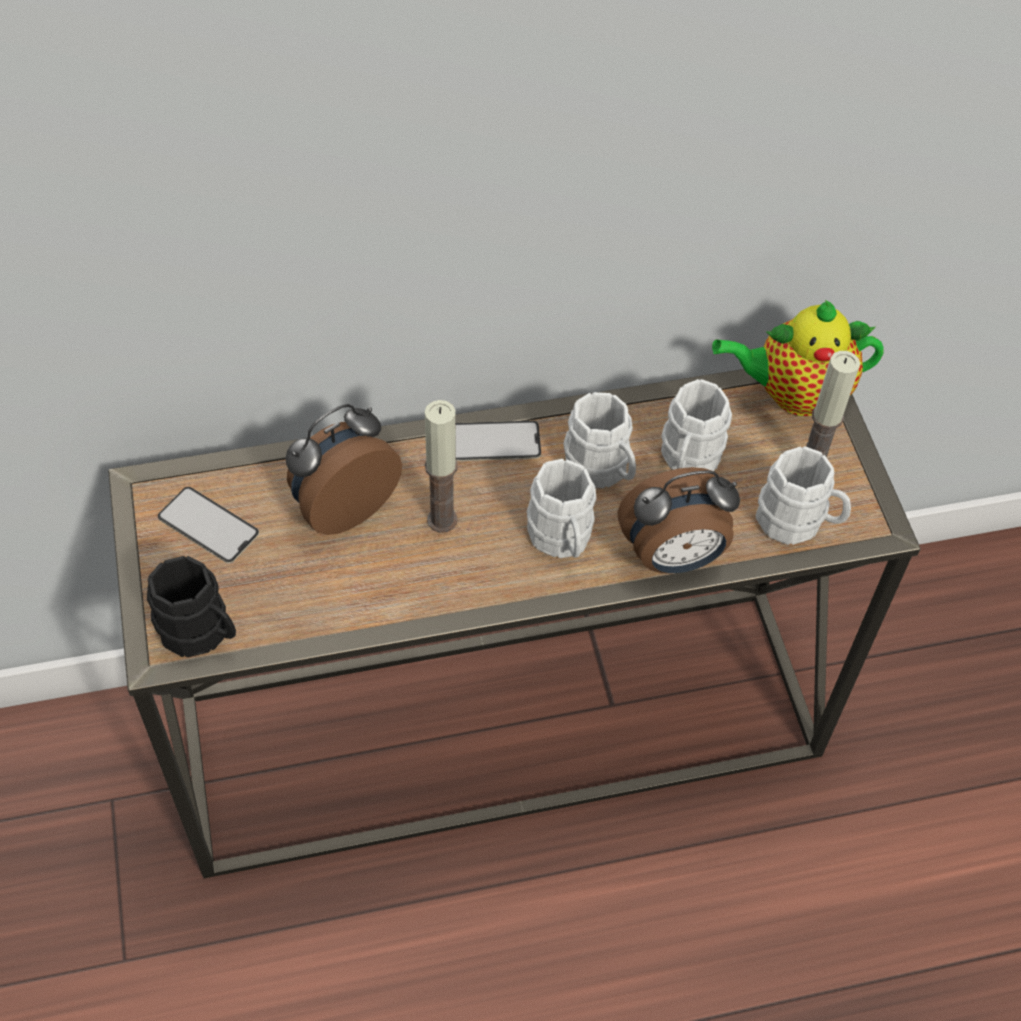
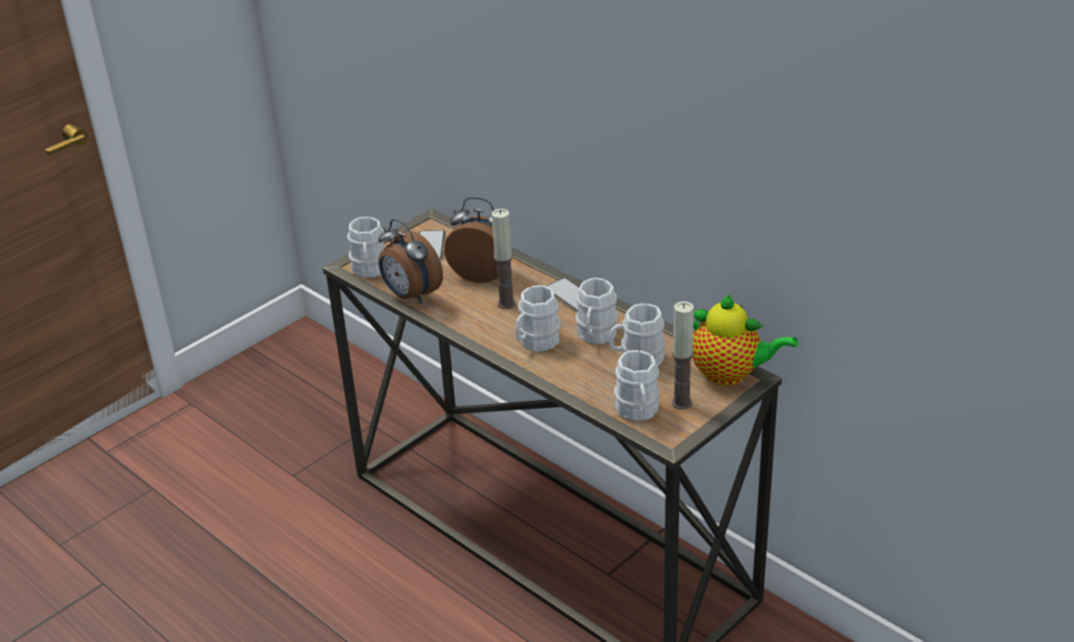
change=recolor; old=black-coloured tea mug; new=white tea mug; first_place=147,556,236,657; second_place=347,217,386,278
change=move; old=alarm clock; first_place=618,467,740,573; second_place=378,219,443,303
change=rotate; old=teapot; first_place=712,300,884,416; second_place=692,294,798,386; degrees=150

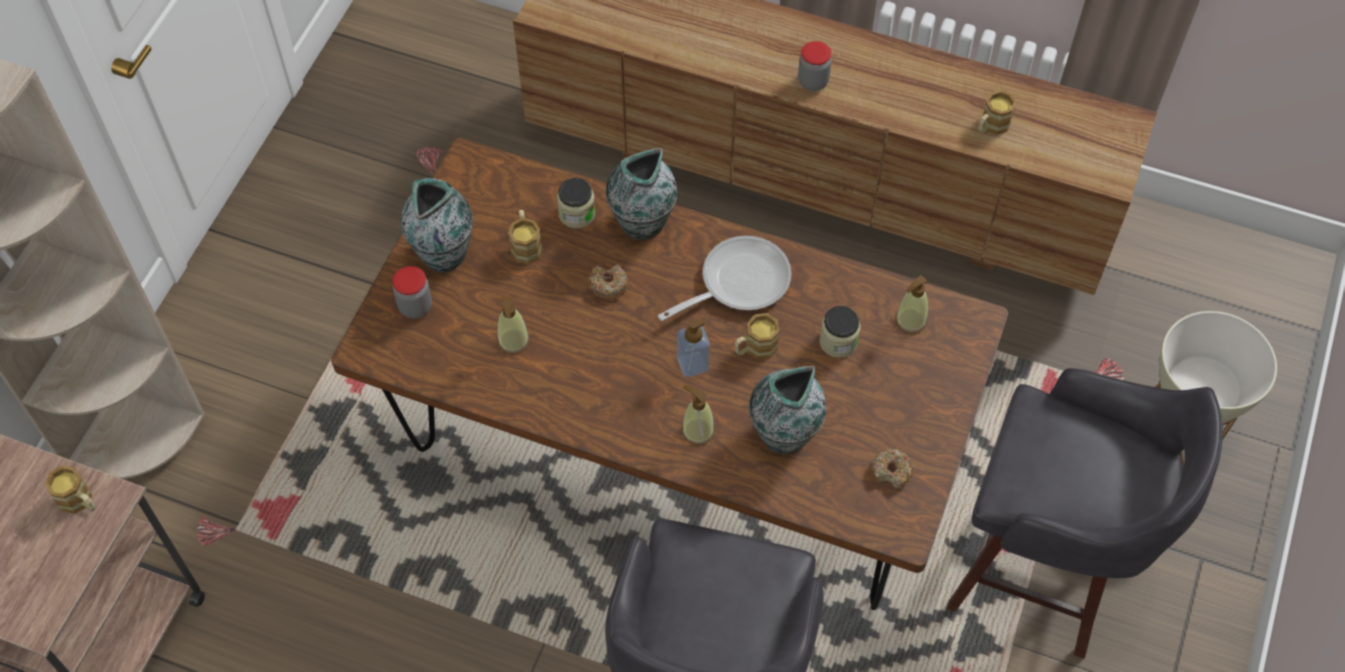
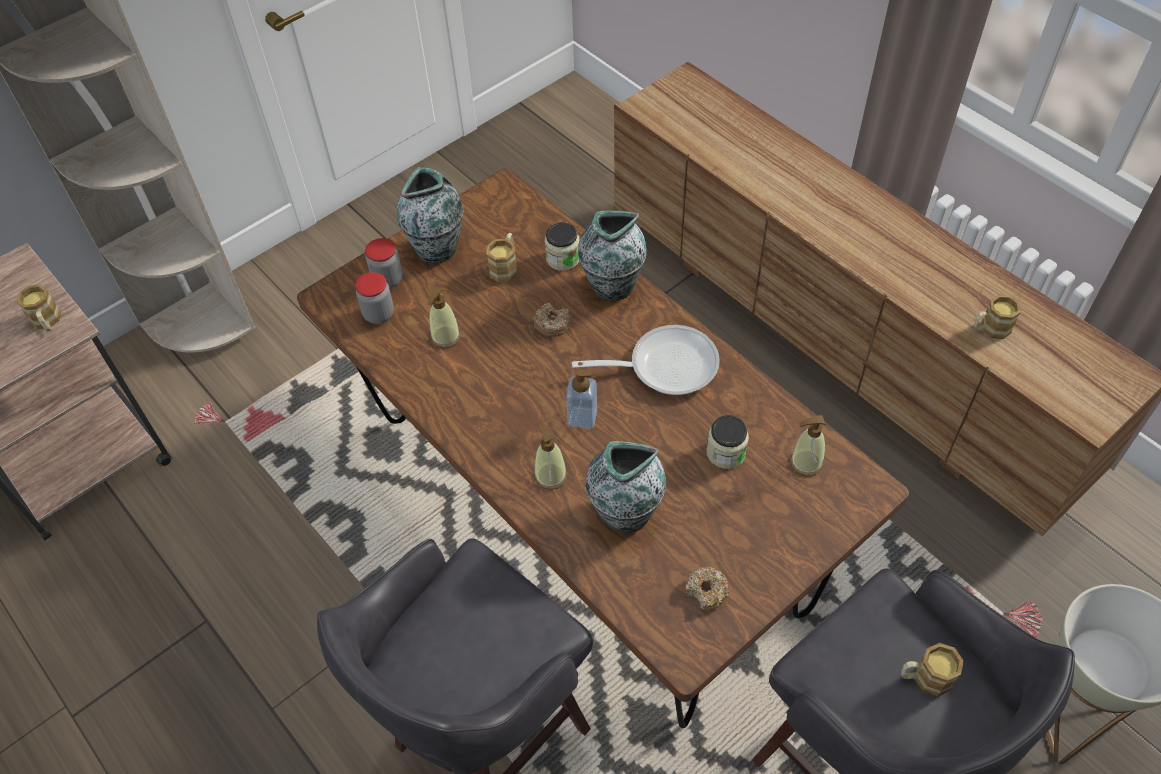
change=move; old=preserve jar; first_place=798,41,832,91; second_place=355,272,394,324
change=move; old=tea mug; first_place=735,313,780,360; second_place=901,643,964,697

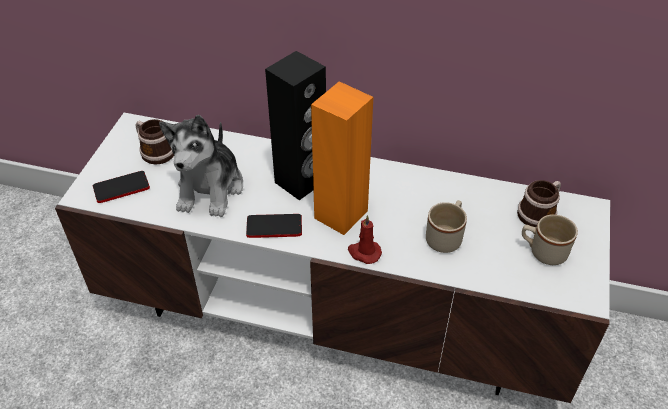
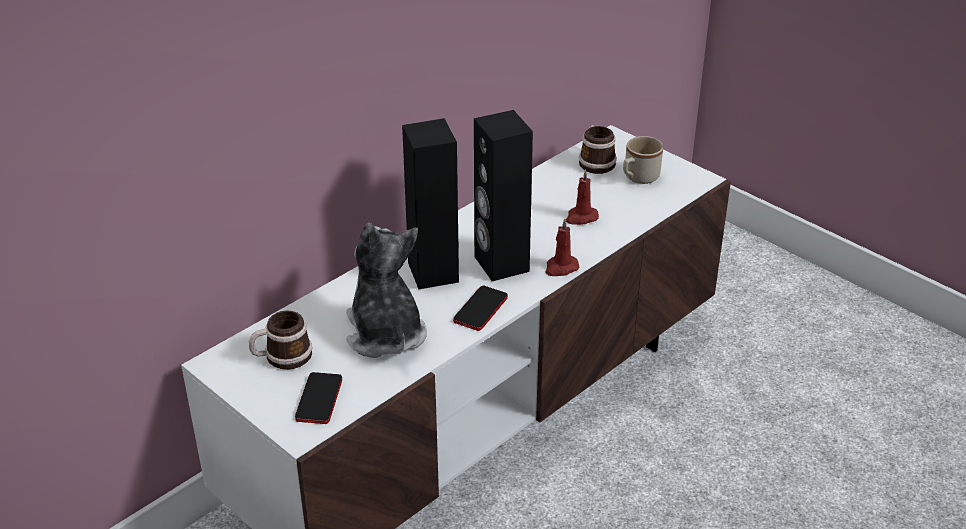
change=rotate; old=cuddly toy; first_place=159,115,243,217; second_place=346,223,427,358; degrees=-150
change=recolor; old=orange-coloured speaker; new=black-coloured speaker; first_place=311,81,373,235; second_place=474,110,533,281
change=replace; old=sand-coloured tea mug; new=red-coloured wax light; first_place=426,200,467,253; second_place=566,169,599,225

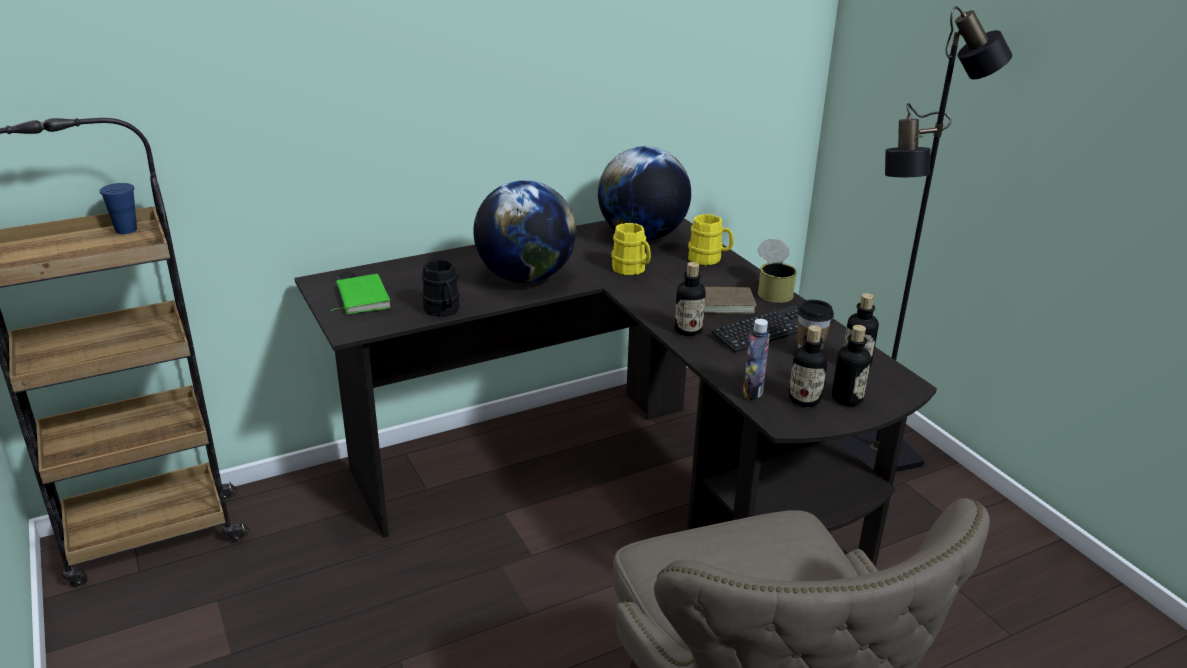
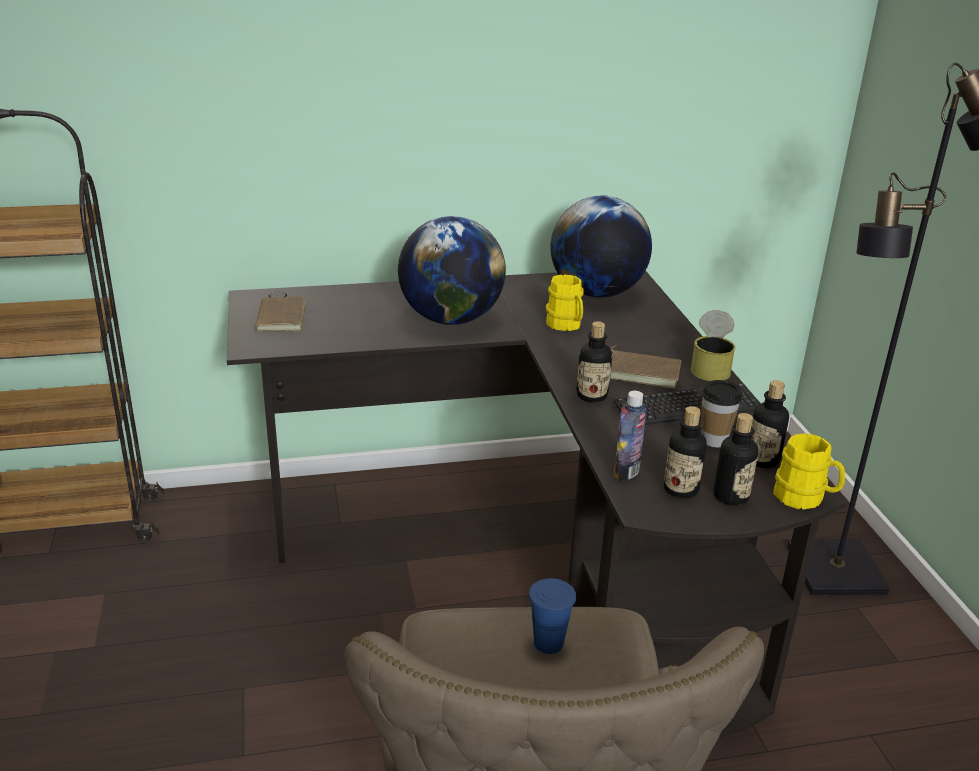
change=recolor; old=green-coloured bound book; new=brown-coloured bound book; first_place=331,274,391,314; second_place=241,296,306,332
change=move; old=blue drinking cup; first_place=100,183,137,234; second_place=529,578,576,654
change=move; old=yellowish tea mug; first_place=688,214,734,266; second_place=773,433,845,509
change=delete; old=black-coloured tea mug; first_place=422,259,460,317

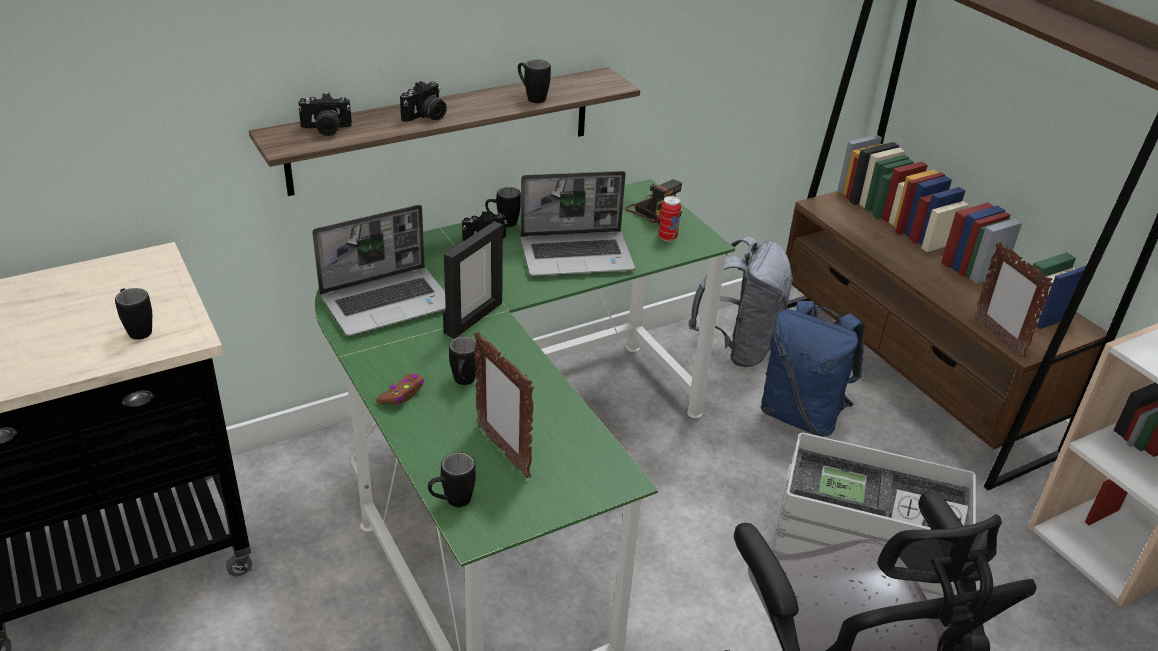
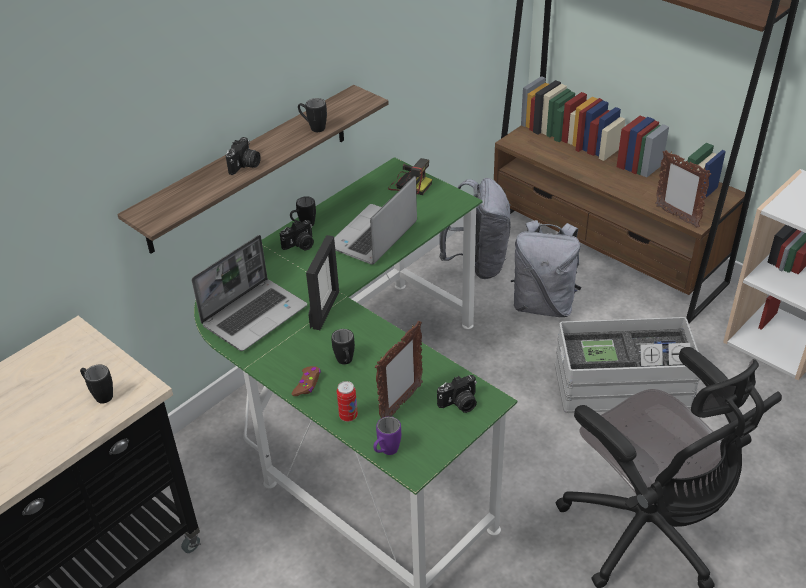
change=rotate; old=portable computer; first_place=520,171,635,276; second_place=334,176,417,265; degrees=150
change=move; old=sealed can; first_place=659,196,681,242; second_place=337,381,358,422
change=recolor; old=black-coloured tea mug; new=purple tea mug; first_place=428,452,476,507; second_place=373,416,401,455
change=rotate; old=standing frame; first_place=474,332,534,478; second_place=375,320,423,418; degrees=-90
change=move; old=photo camera; first_place=298,93,352,136; second_place=437,375,477,413
change=recolor; old=blue rucksack; new=grey rucksack; first_place=761,301,865,437; second_place=511,220,582,317

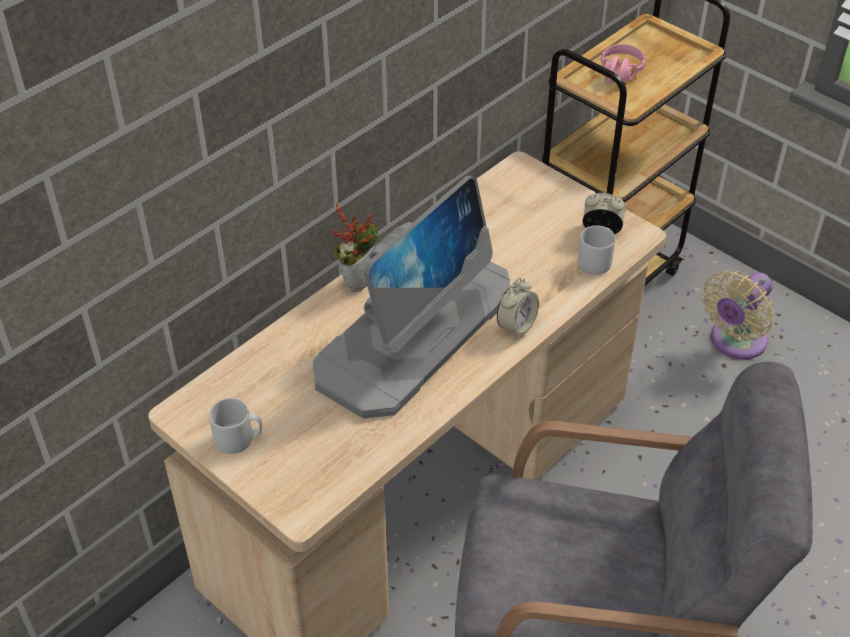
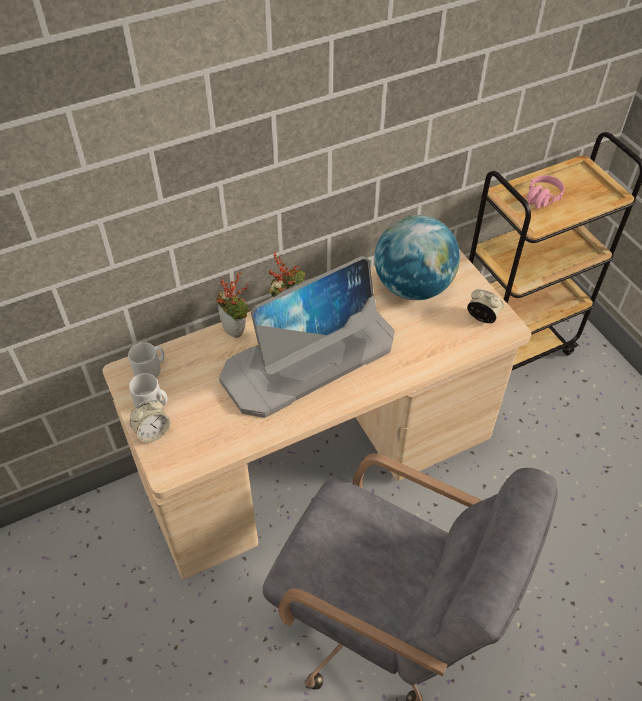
change=move; old=grey tea mug; first_place=578,225,615,275; second_place=128,342,164,377
change=move; old=alarm clock; first_place=497,278,539,339; second_place=130,399,171,443
change=insert; new=plant in a pot; second_place=215,272,250,338
change=insert; new=desk globe; second_place=374,215,460,300
change=delete; old=sand-coloured electric fan; first_place=702,270,774,359

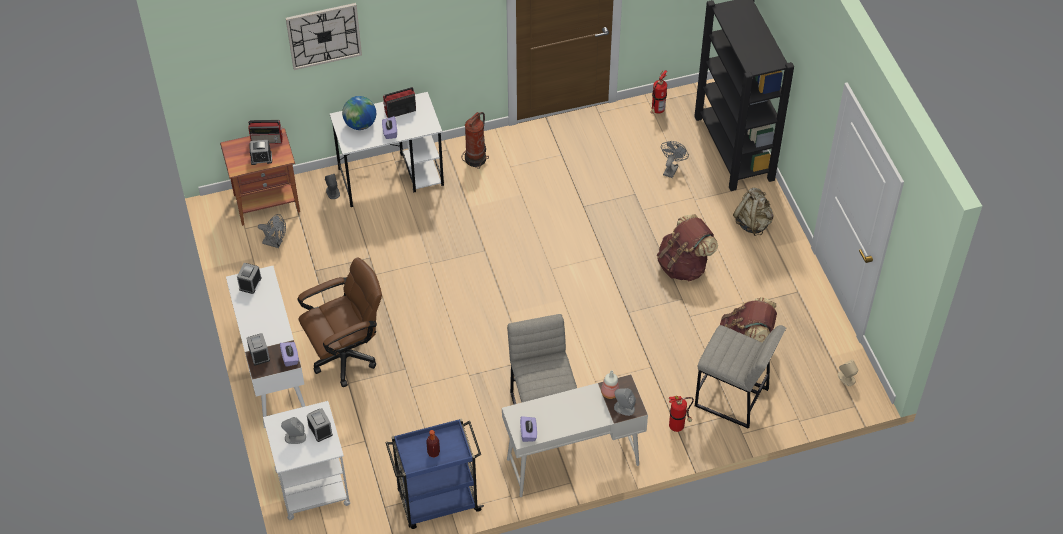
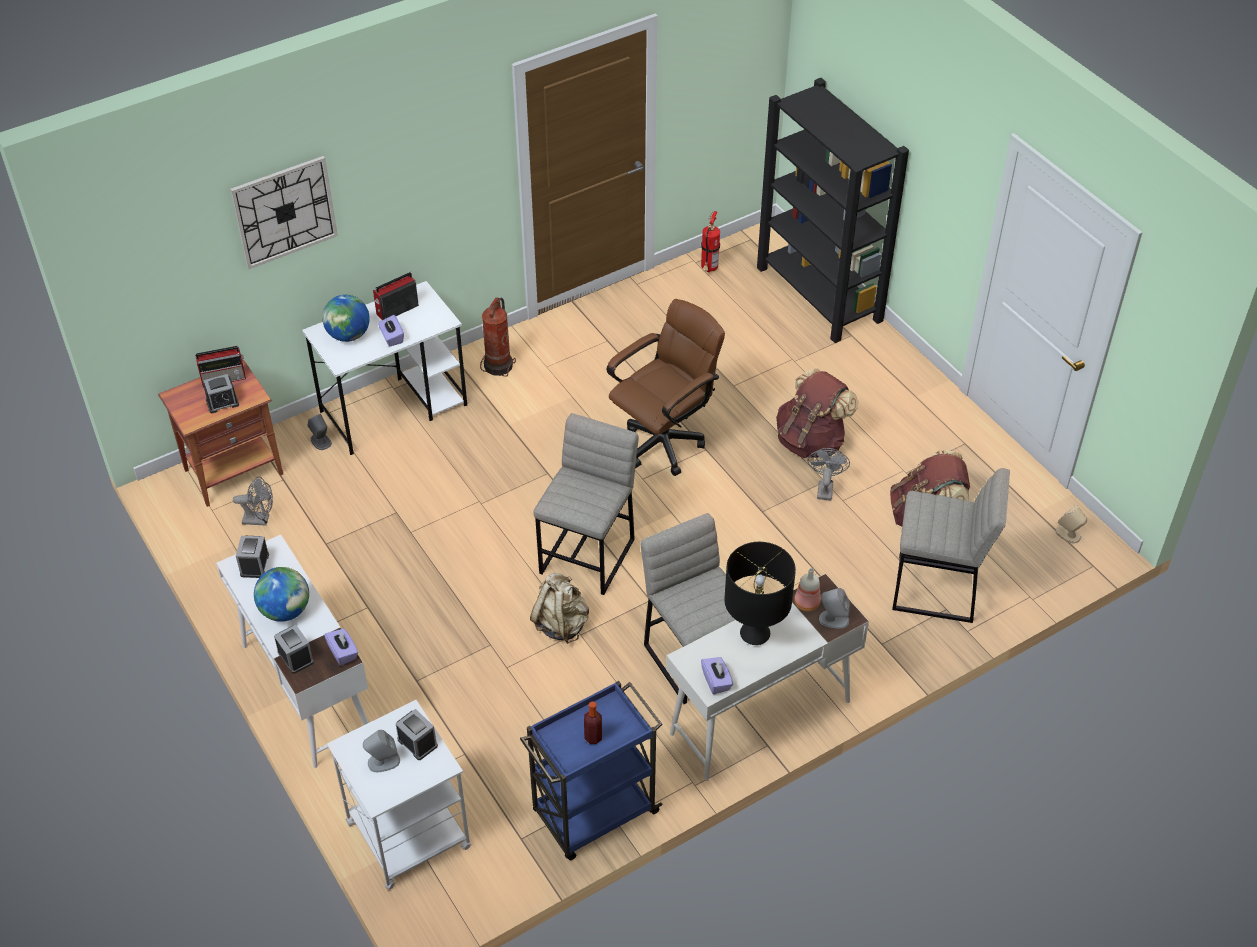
change=insert; new=desk globe; second_place=254,567,309,622
change=move; old=sand-coloured rucksack; first_place=733,188,774,236; second_place=530,573,589,644
change=insert; new=grey upright chair; second_place=534,413,639,595
change=move; old=brown-coloured desk chair; first_place=298,258,382,387; second_place=606,299,725,476
change=insert; new=black-coloured tabletop lamp; second_place=724,542,796,645
change=move; old=grey electric fan; first_place=661,141,689,178; second_place=807,448,850,501
change=delete; old=fire-fighting cylinder; first_place=669,396,694,432

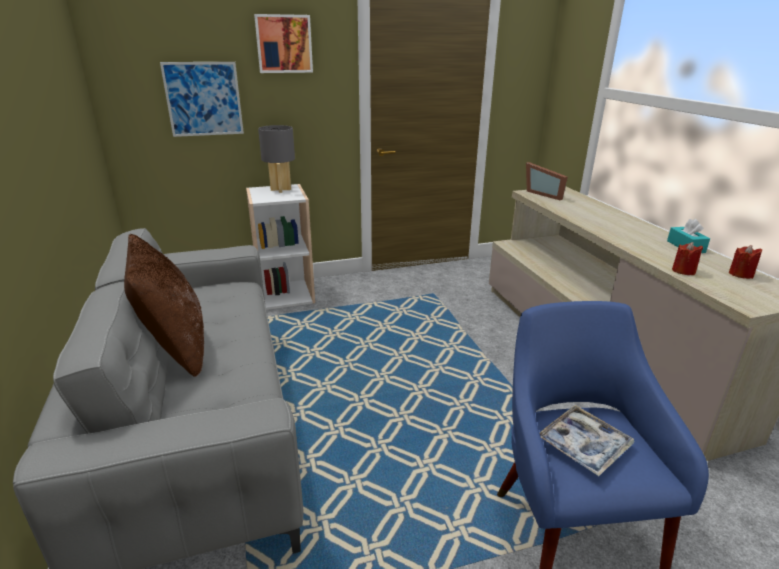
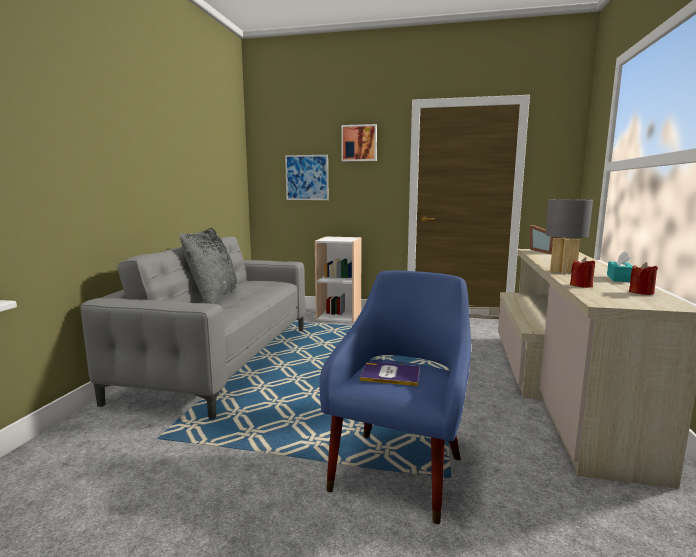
change=recolor; old=brown-coloured throw pillow; new=grey throw pillow; first_place=124,234,204,377; second_place=179,228,237,304
change=replace; old=serving tray; new=bound book; first_place=540,405,635,476; second_place=360,362,420,386
change=move; old=grey tabletop lamp; first_place=258,125,295,193; second_place=546,199,593,275

